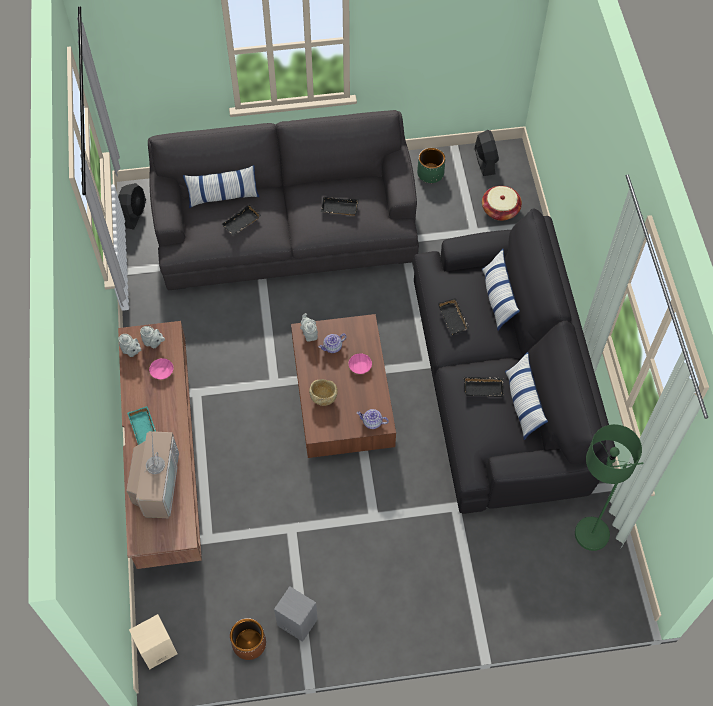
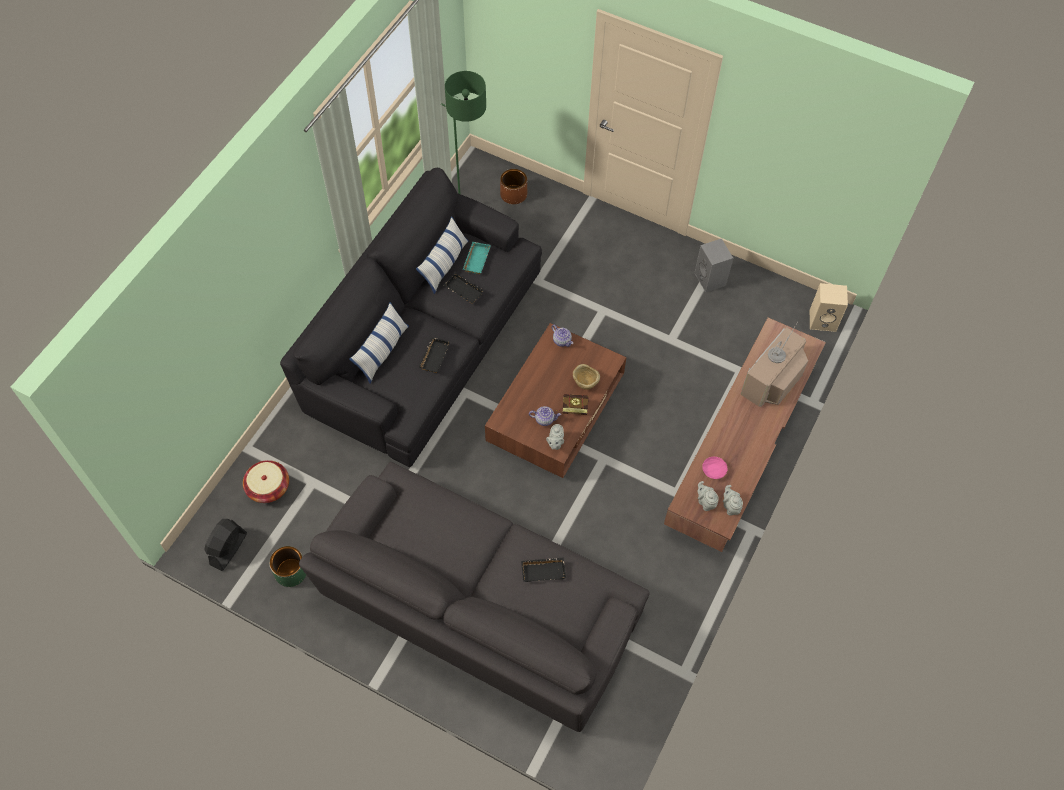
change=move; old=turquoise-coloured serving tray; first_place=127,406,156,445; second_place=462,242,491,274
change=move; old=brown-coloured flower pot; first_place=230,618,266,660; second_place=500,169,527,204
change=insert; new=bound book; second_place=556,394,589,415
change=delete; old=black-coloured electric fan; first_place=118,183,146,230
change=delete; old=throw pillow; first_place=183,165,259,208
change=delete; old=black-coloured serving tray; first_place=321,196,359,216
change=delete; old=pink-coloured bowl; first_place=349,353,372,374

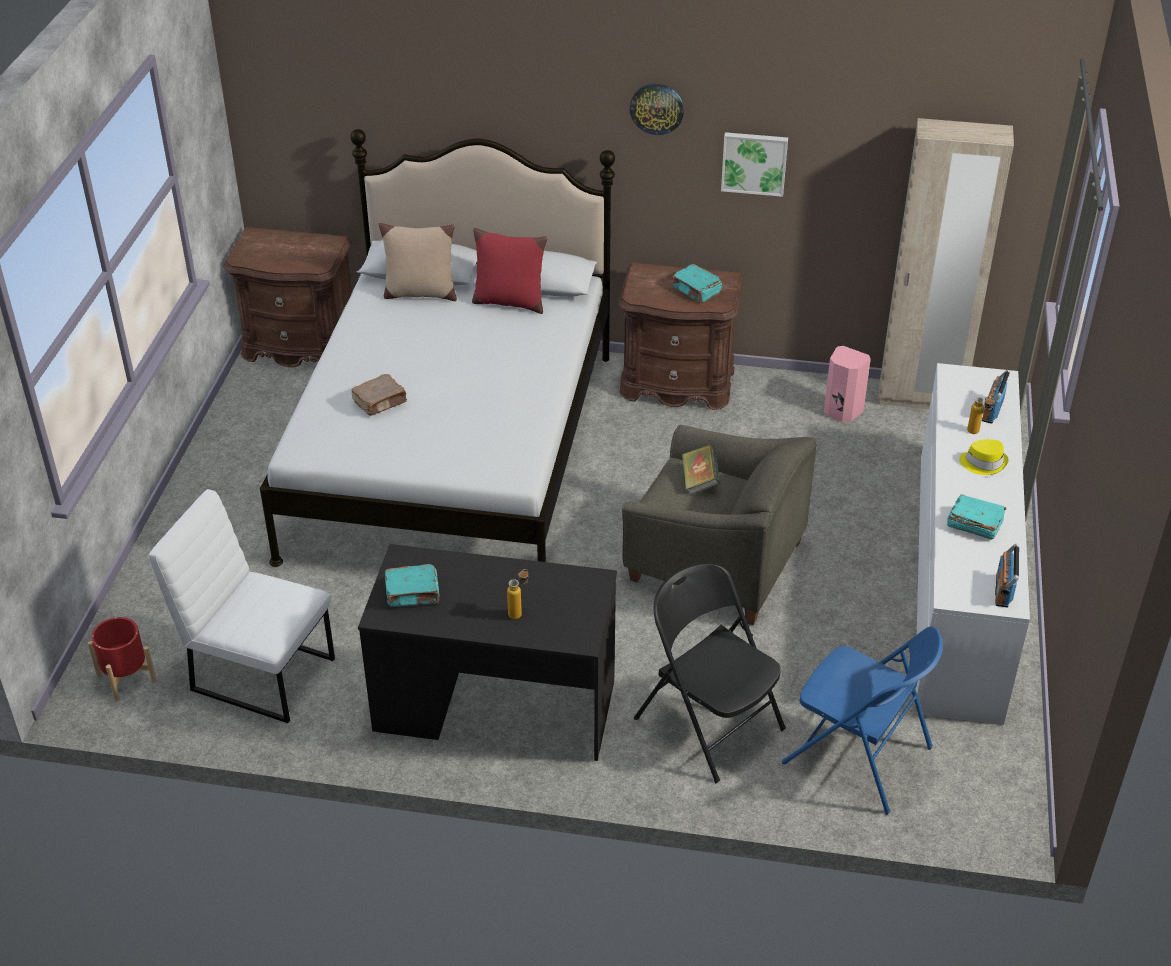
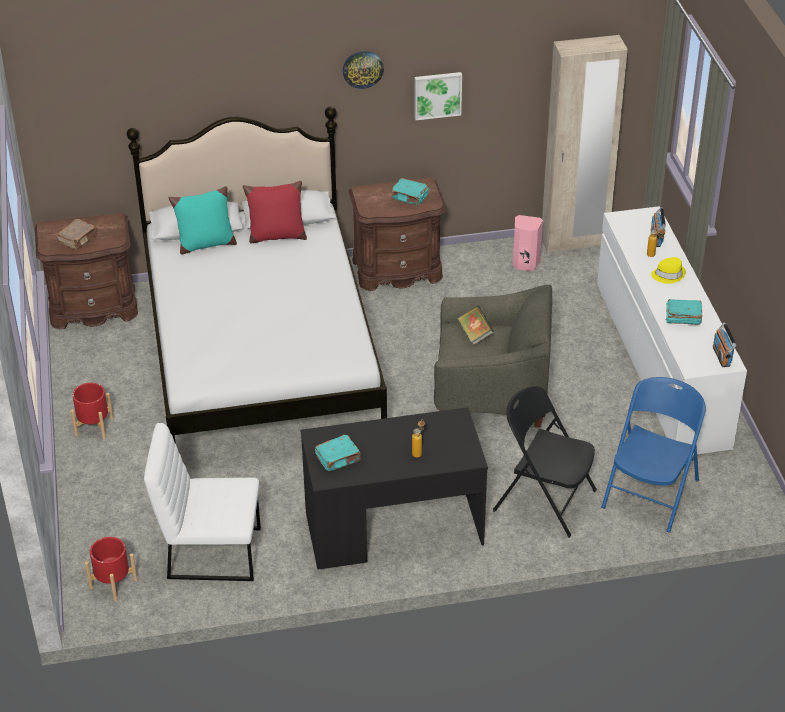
change=move; old=brown-coloured bound book; first_place=351,374,407,416; second_place=57,219,97,249
change=insert; new=red-coloured flower pot; second_place=70,383,114,439
change=recolor; old=sand-coloured throw pillow; new=turquoise-coloured throw pillow; first_place=379,223,457,301; second_place=169,186,237,255
change=rotate; old=blue upright chair; first_place=782,626,943,815; second_place=601,377,706,533; degrees=-75

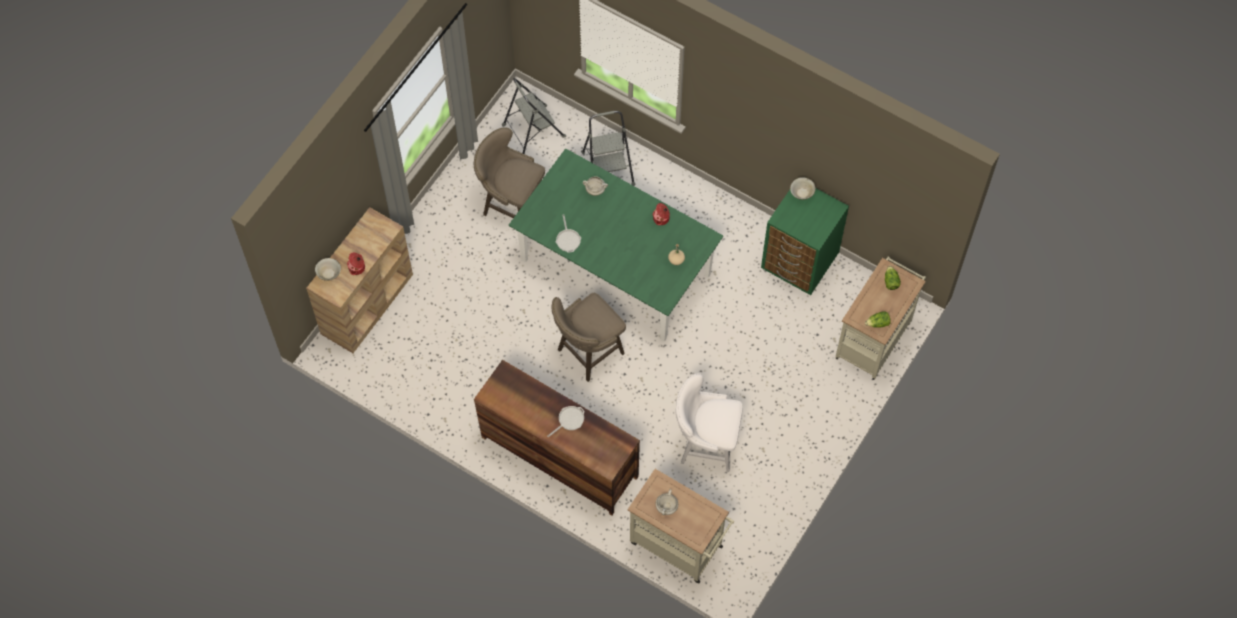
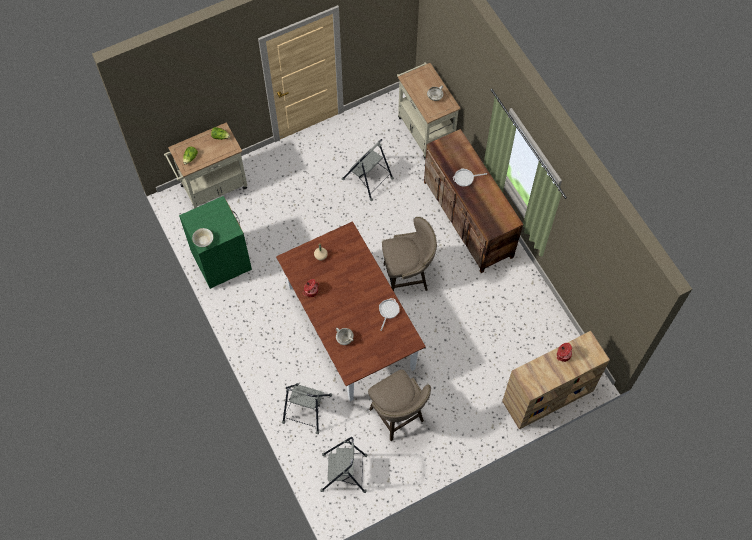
change=recolor; old=green-coloured kitchen table; new=brown-coloured kitchen table; first_place=509,149,723,342; second_place=276,222,426,401
change=replace; old=white sitting stool; new=grey step ladder; first_place=676,373,742,472; second_place=341,139,394,201
change=delete; old=sand-coloured bowl; first_place=315,258,341,281

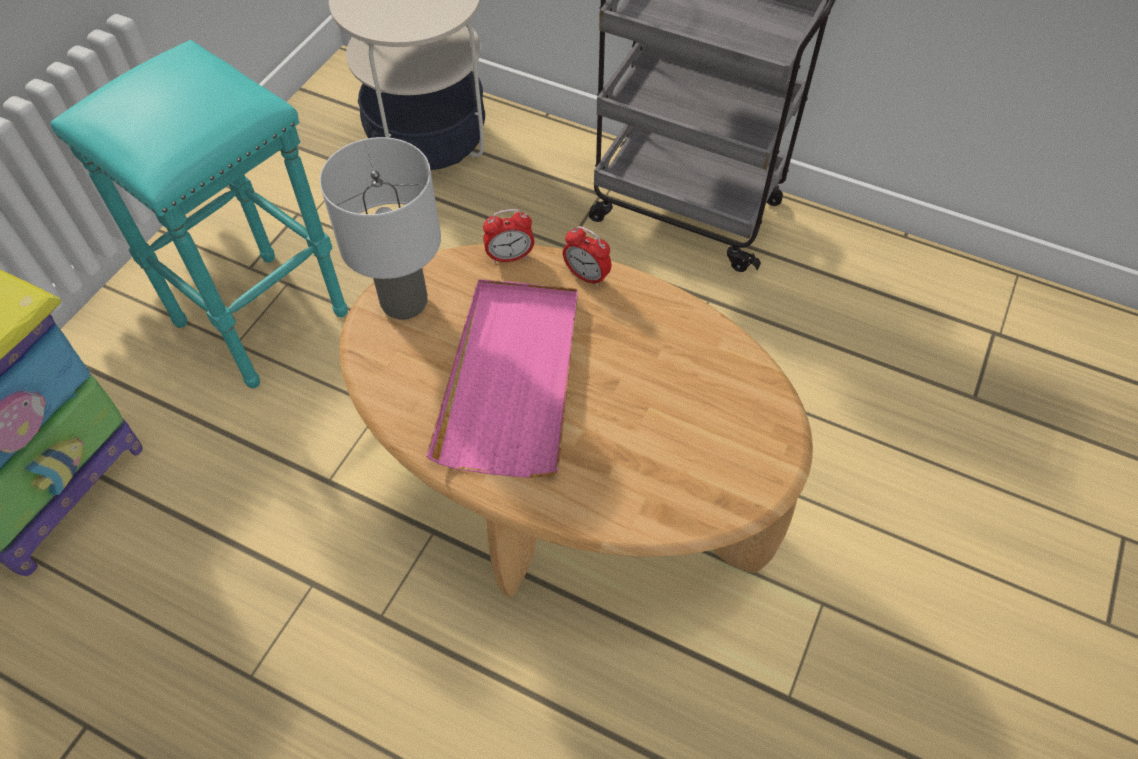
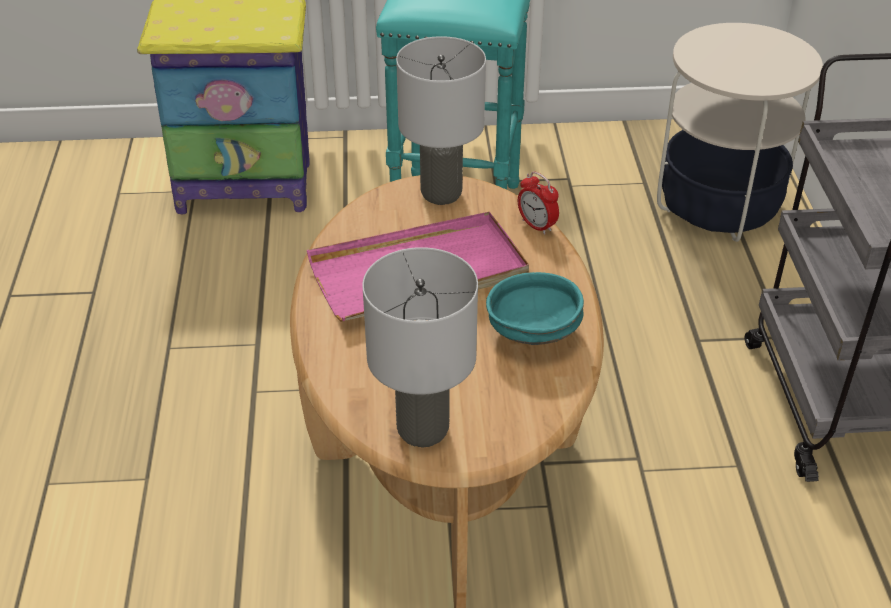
change=insert; new=white tabletop lamp; second_place=363,247,478,448
change=insert; new=turquoise-coloured bowl; second_place=486,272,584,345
change=delete; old=alarm clock; first_place=563,226,612,287

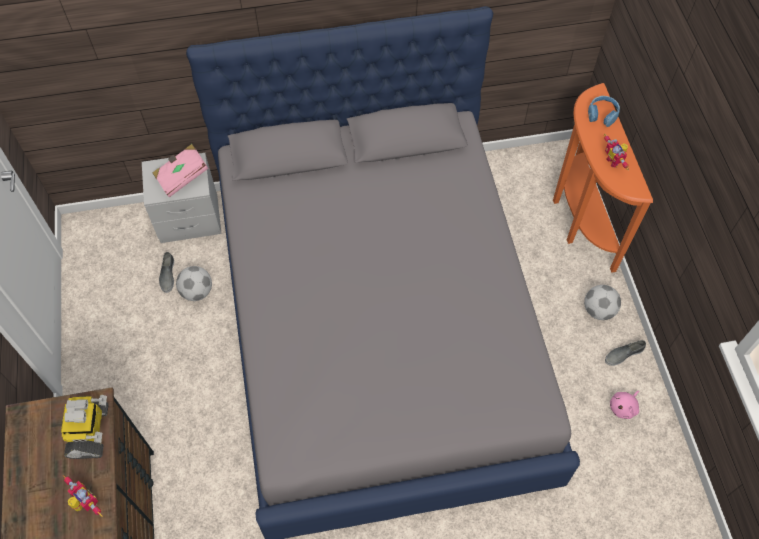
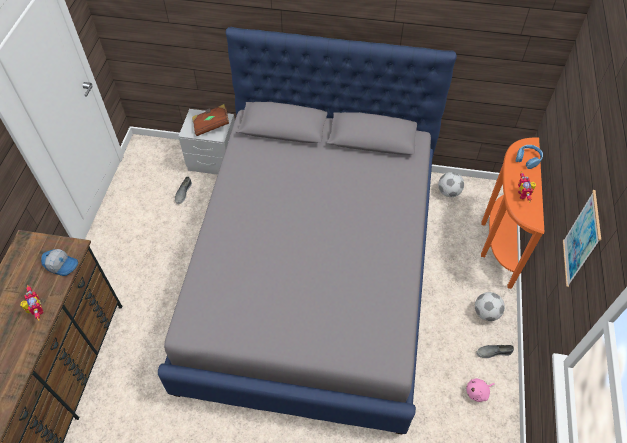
change=replace; old=toy robot; new=baseball cap; first_place=61,395,109,459; second_place=41,249,78,276
change=recolor; old=pink-coloured bound book; new=brown-coloured bound book; first_place=153,144,209,197; second_place=192,104,229,136
change=move; old=ball for football; first_place=176,266,212,301; second_place=438,172,464,197
change=insert; new=wall art; second_place=563,190,601,287

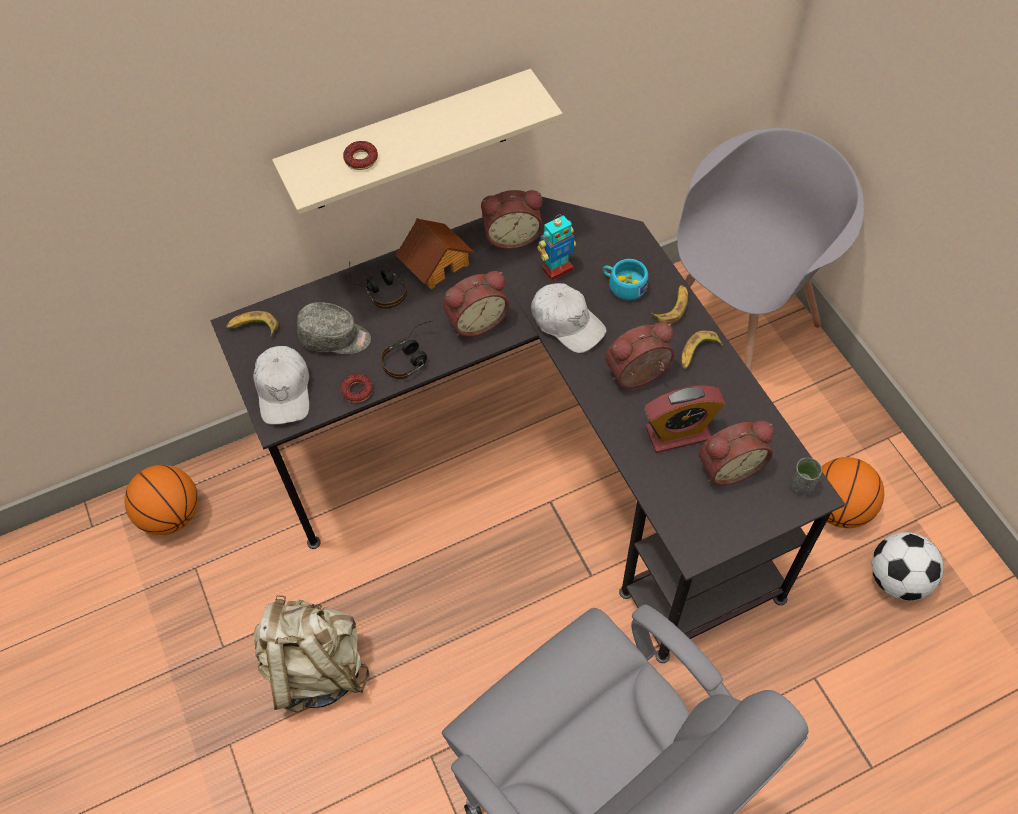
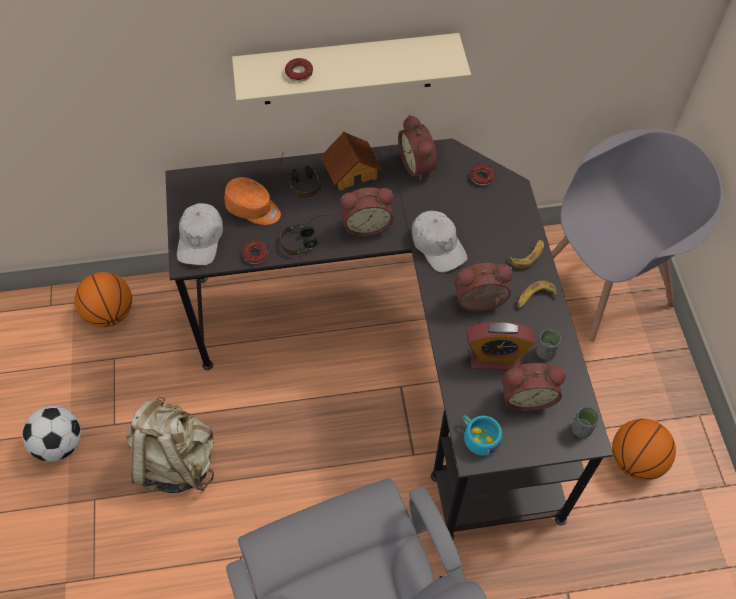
change=move; old=ball for football; first_place=872,532,944,601; second_place=22,406,81,462
change=recolor; old=grey baseball cap; new=orange-coloured baseball cap; first_place=297,302,371,354; second_place=224,177,281,225
change=rotate; old=alarm clock; first_place=481,190,543,249; second_place=398,115,437,181; degrees=60
change=move; old=turquoise-coloured drinking cup; first_place=603,259,648,300; second_place=462,415,502,456
change=insert; new=doughnut; second_place=470,164,495,185
change=insert; new=grey drinking cup; second_place=536,329,561,360
change=delete; old=banana fruit; first_place=226,311,279,337
change=delete; old=toy robot; first_place=537,215,576,281

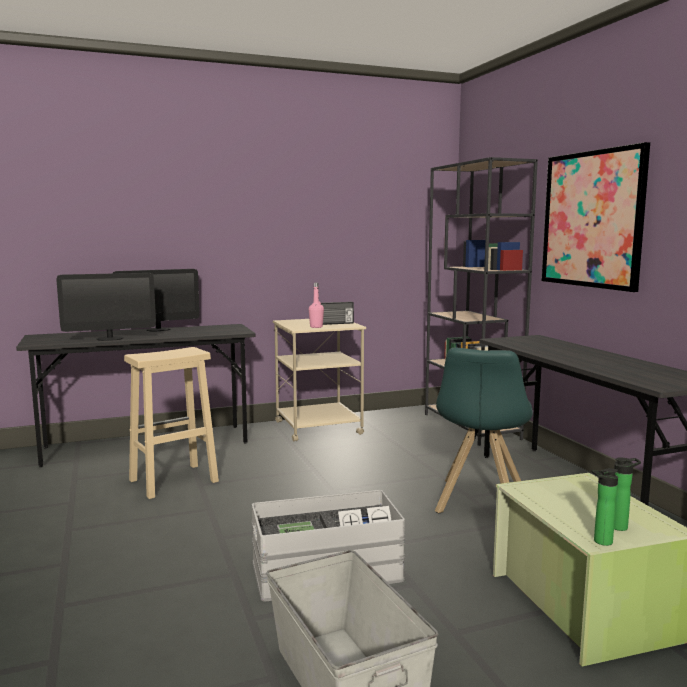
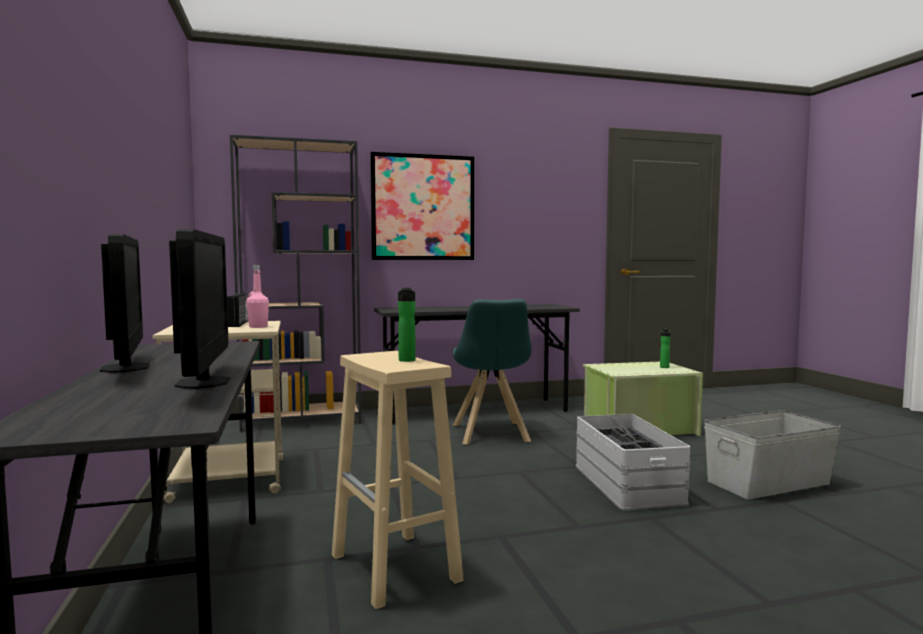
change=move; old=bottle; first_place=591,468,618,546; second_place=398,287,416,362
change=rotate; old=turquoise-coloured upright chair; first_place=435,348,533,513; second_place=453,299,532,445; degrees=60

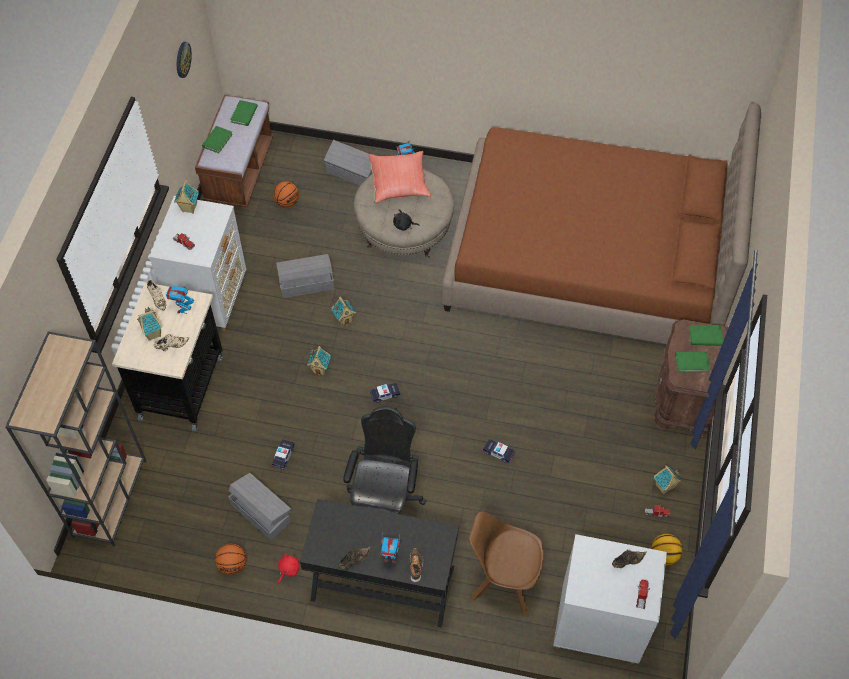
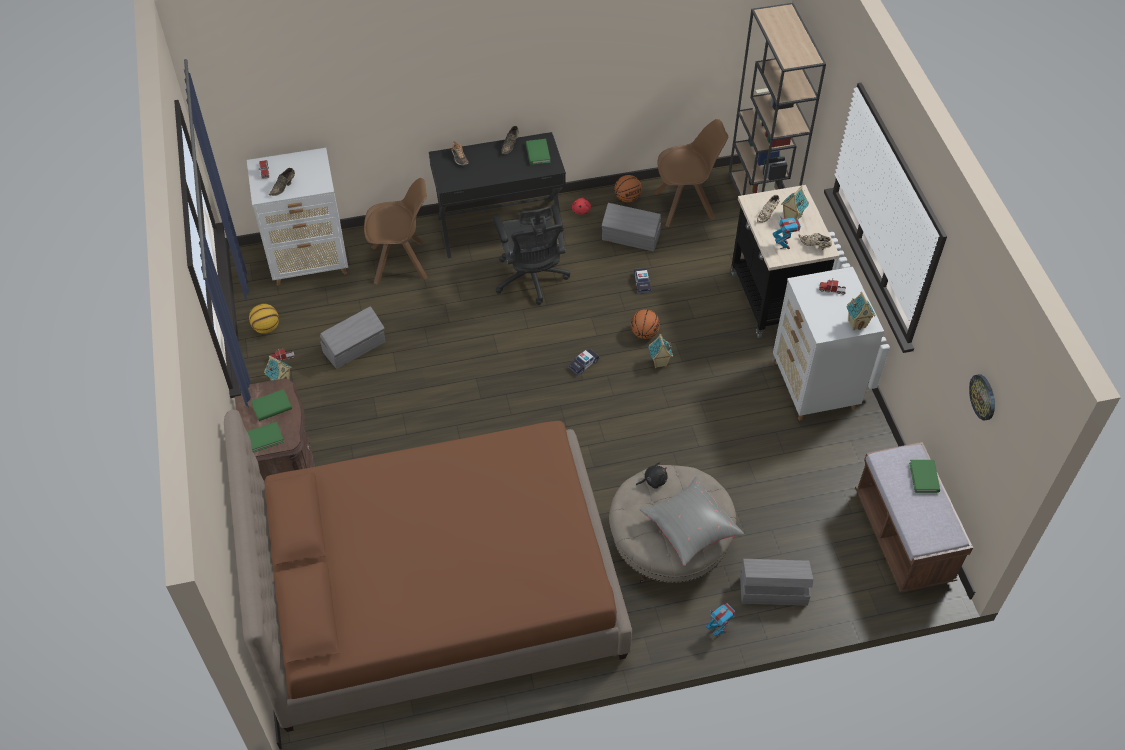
change=move; old=grey storage container; first_place=276,254,334,298; second_place=320,306,385,369
change=move; old=green-coloured bound book; first_place=230,100,258,126; second_place=526,139,551,165
change=move; old=basketball; first_place=273,181,299,207; second_place=631,309,660,339
change=recolor; old=red-coloured throw pillow; new=grey throw pillow; first_place=369,151,431,203; second_place=640,476,744,566
change=insert; new=brown-coloured upright chair; second_place=653,119,728,227
change=delete; old=toy house; first_place=332,297,356,327
change=delete; old=toy robot; first_place=380,536,400,563
change=delete; old=model car; first_place=482,439,515,463

